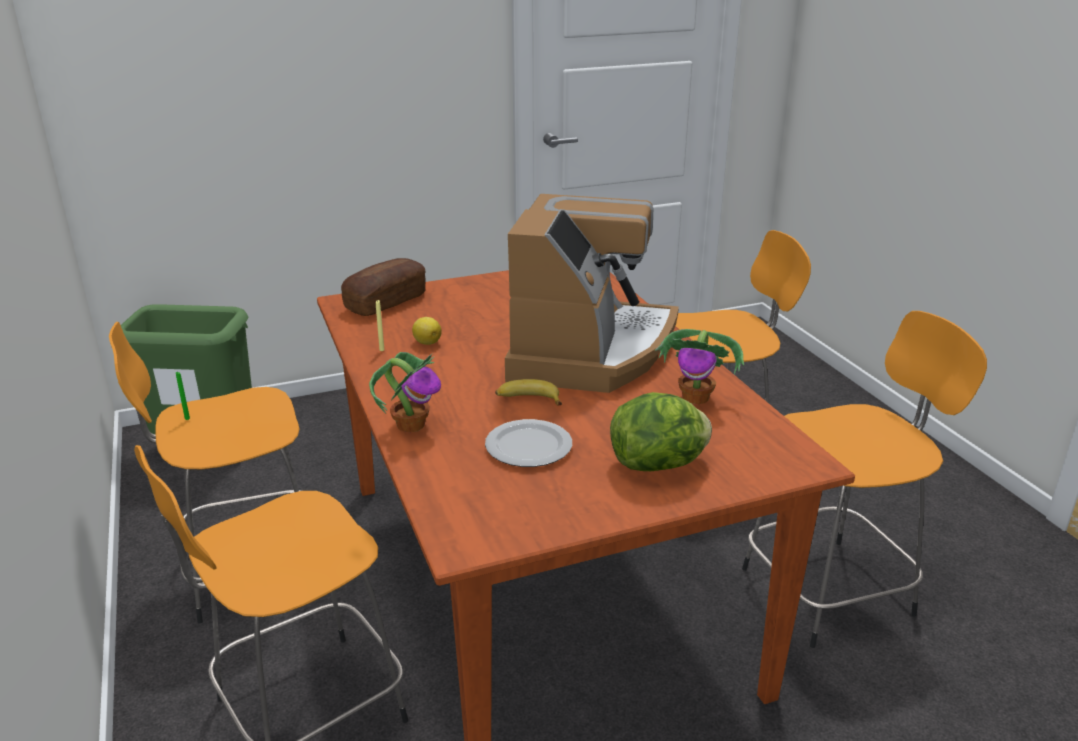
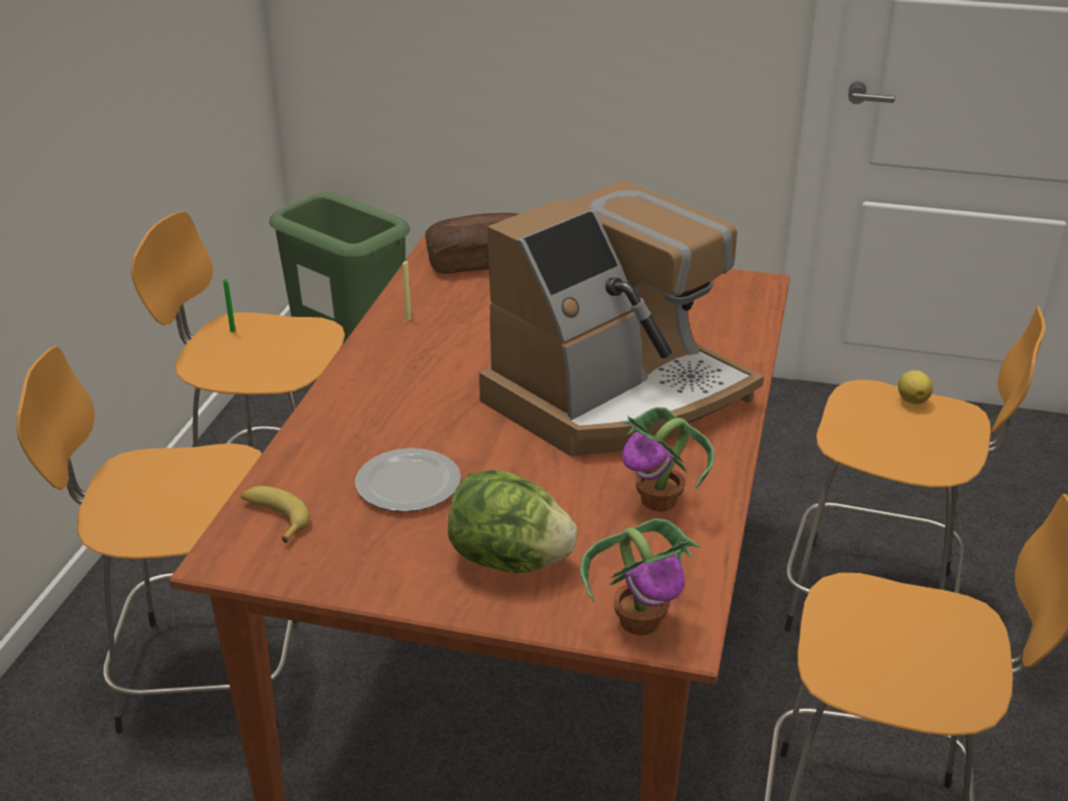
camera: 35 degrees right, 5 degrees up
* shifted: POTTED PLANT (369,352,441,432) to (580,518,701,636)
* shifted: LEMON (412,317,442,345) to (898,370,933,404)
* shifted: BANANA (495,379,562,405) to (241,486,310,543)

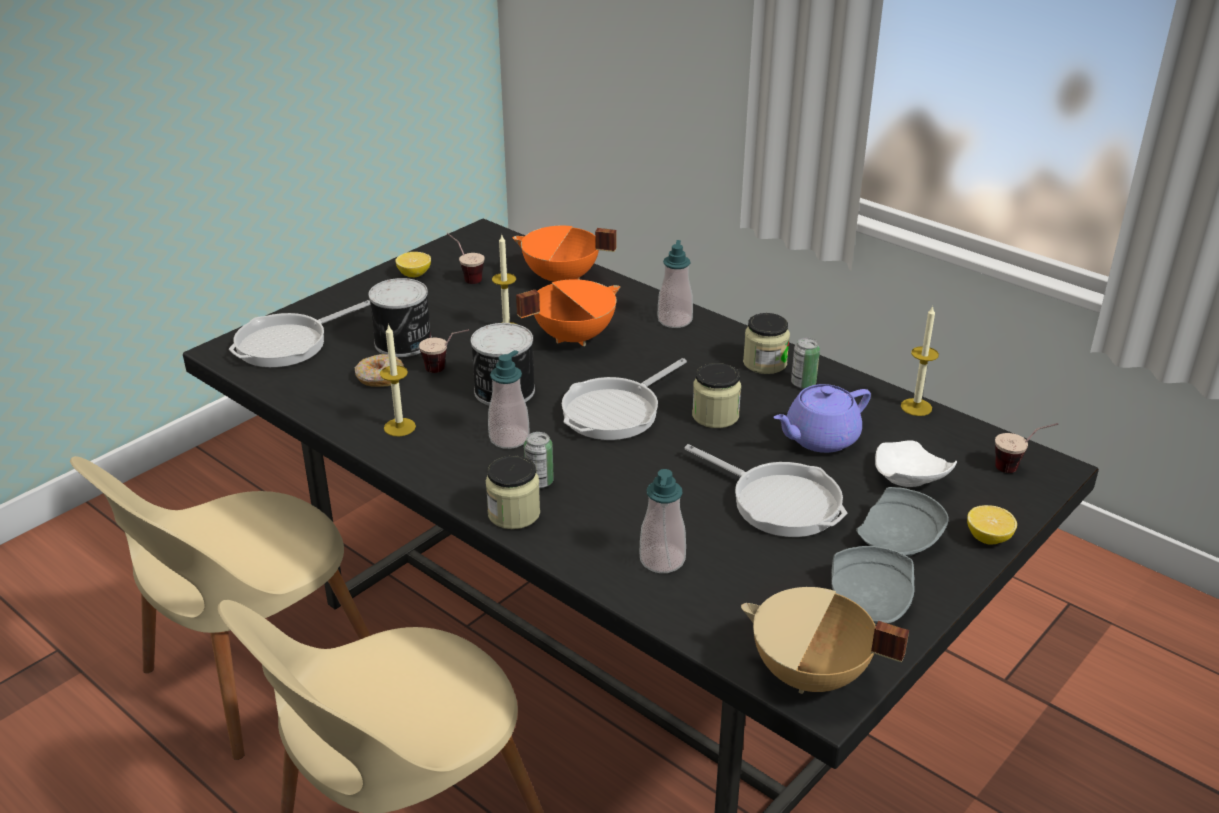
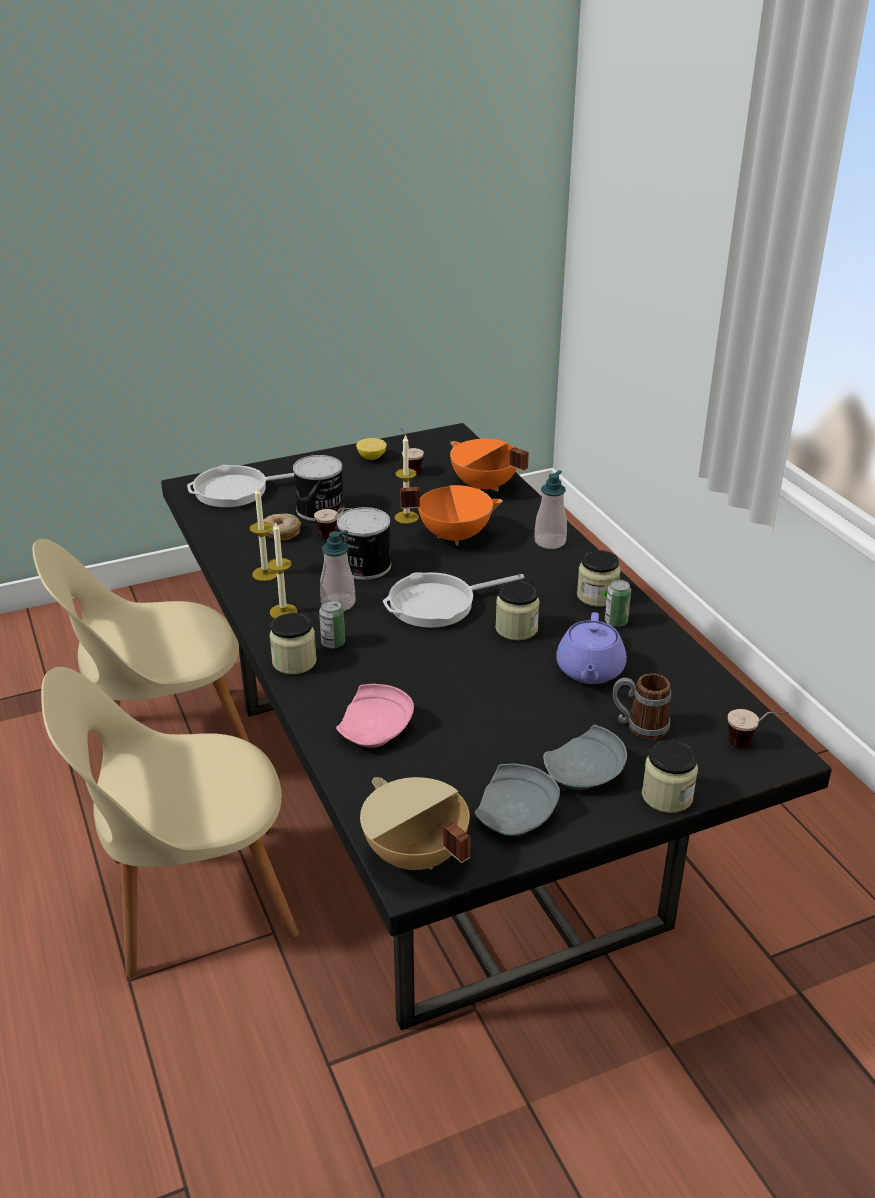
camera: 25 degrees right, 0 degrees up
* swapped: SOAP DISPENSER (640,469,686,573) to PINK PLATE (336,684,414,748)
* gone: FRYING PAN (684,444,847,537)
* rotated: PURPLE TEAPOT (773,384,871,453) = (556,612,627,684) 75 degrees counterclockwise
* swapped: WHITE PLATE (875,440,957,487) to MUG (613,673,671,739)
* shifted: CANDLE (901,306,939,416) to (267,523,297,618)
* swapped: LEMON (967,505,1017,545) to JAR (642,740,698,813)

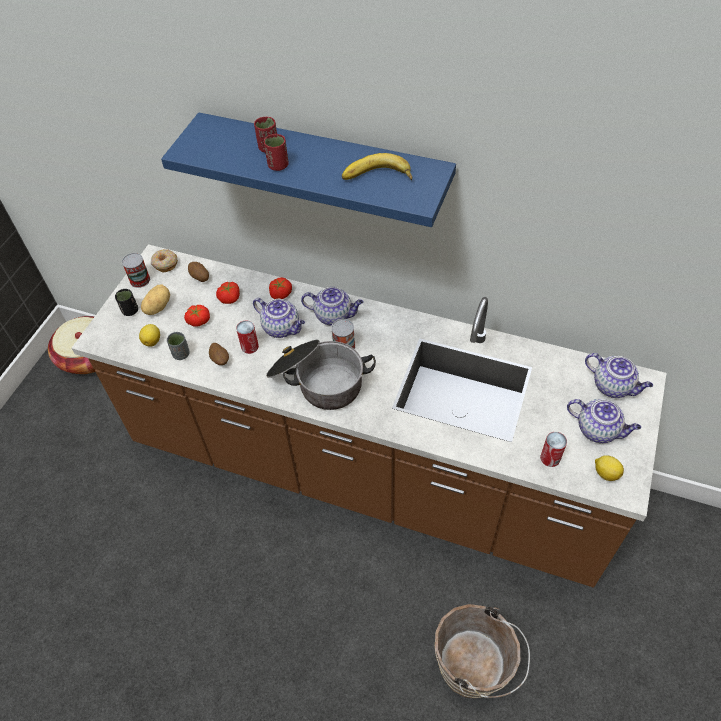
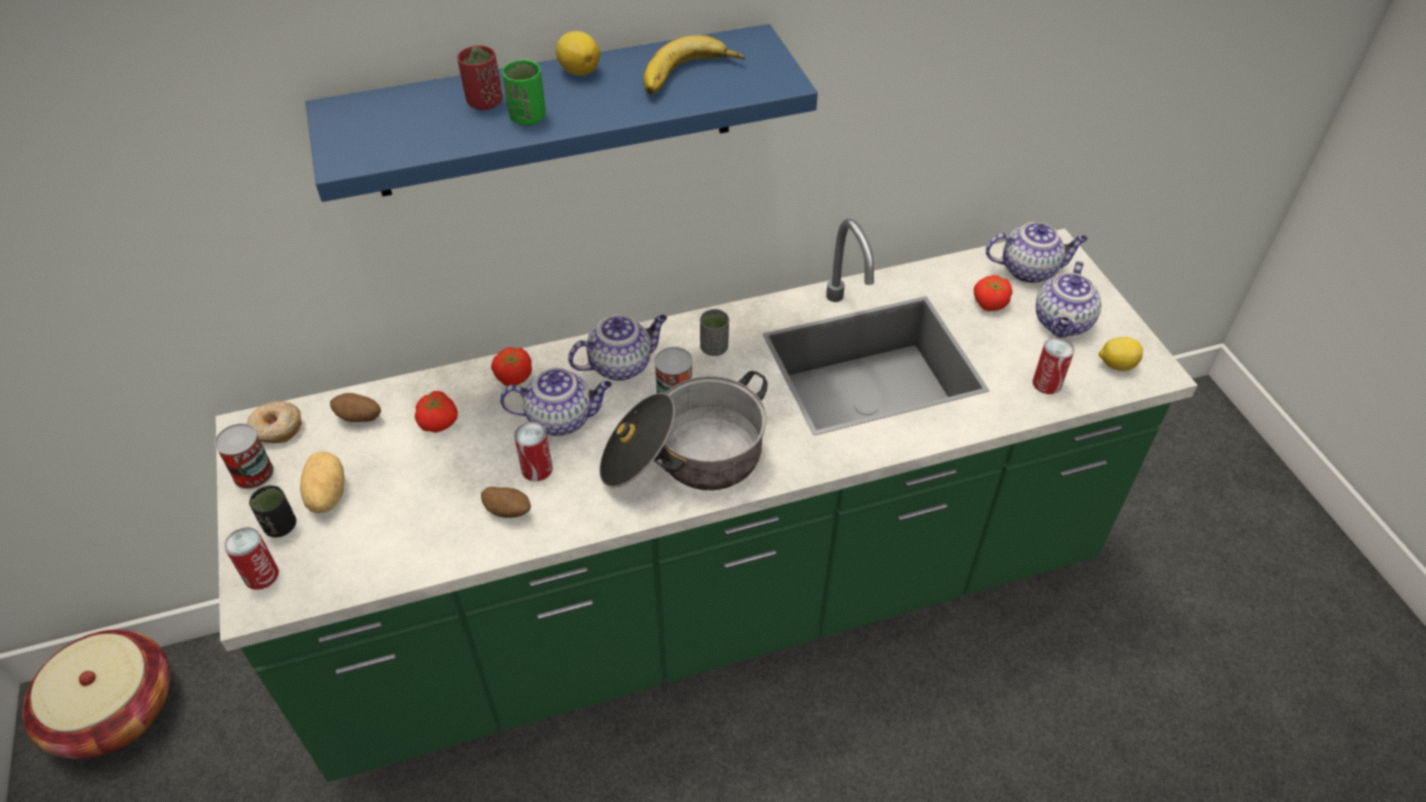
camera: 40 degrees left, 5 degrees down
* repainted: BROWN COUNTER (71,244,666,588) to GREEN COUNTER (216,219,1198,782)
* shifted: LEMON (139,324,160,347) to (556,31,600,76)
* shifted: GREY CUP (167,332,190,360) to (700,309,729,356)
* shifted: TOMATO (184,305,210,327) to (974,275,1012,311)
* repainted: RED CUP (264,134,289,171) to GREEN CUP (502,60,546,126)
* gone: BROWN BUCKET (435,604,530,699)
* rotated: TEAPOT (567,399,641,443) = (1036,261,1102,338) 120 degrees clockwise
* new: CAN (224,527,279,590)

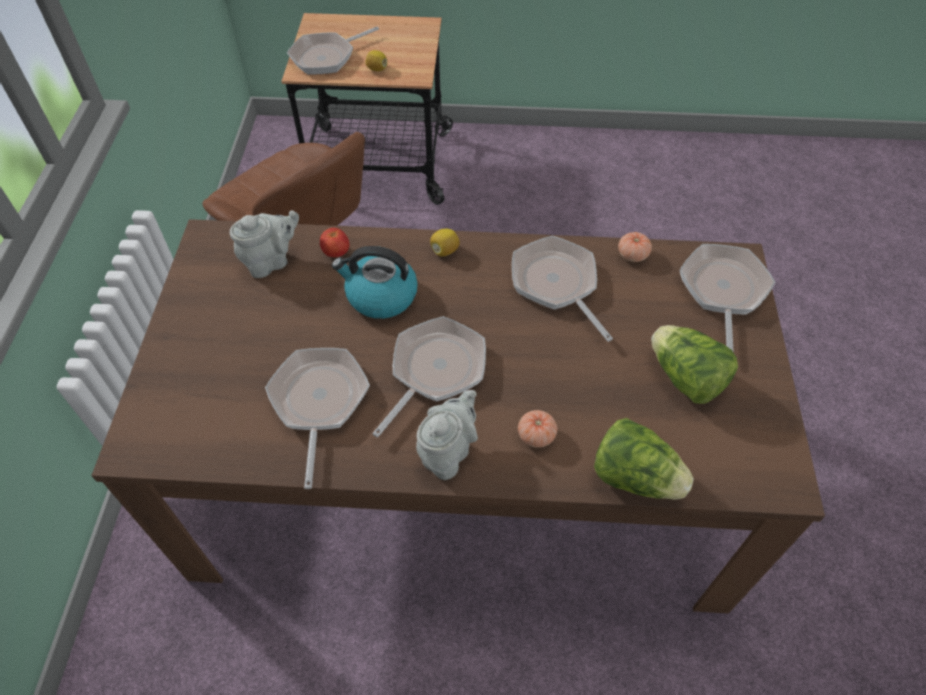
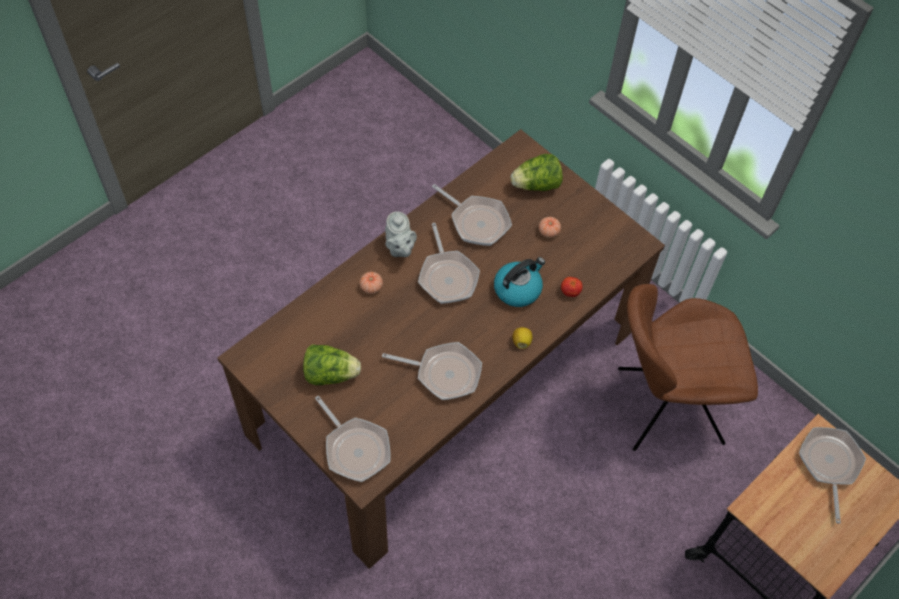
camera: 130 degrees right, 5 degrees up
* gone: GREY TEAPOT (230,210,299,278)
* gone: LEMON (365,50,387,71)
* shifted: LETTUCE (594,418,694,500) to (510,154,563,191)
* shifted: TOMATO (618,232,652,262) to (539,217,561,238)

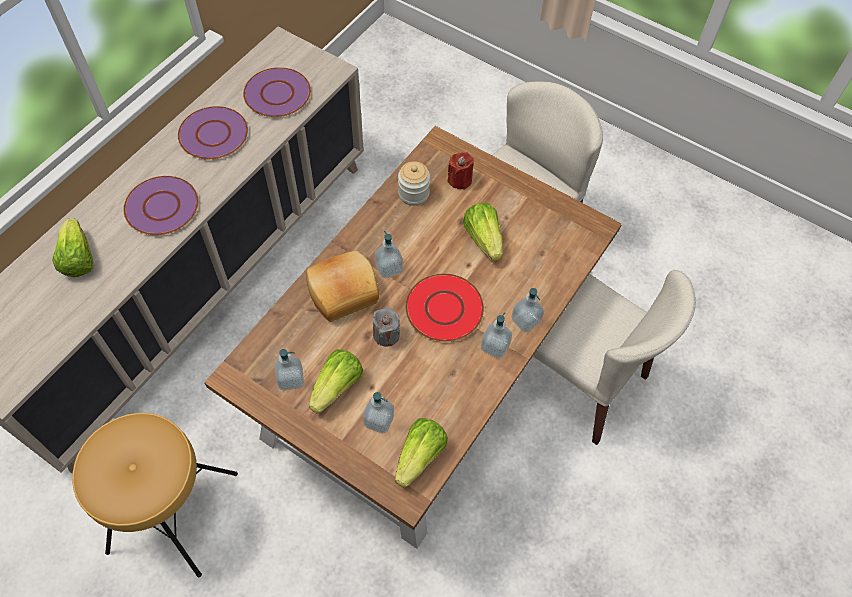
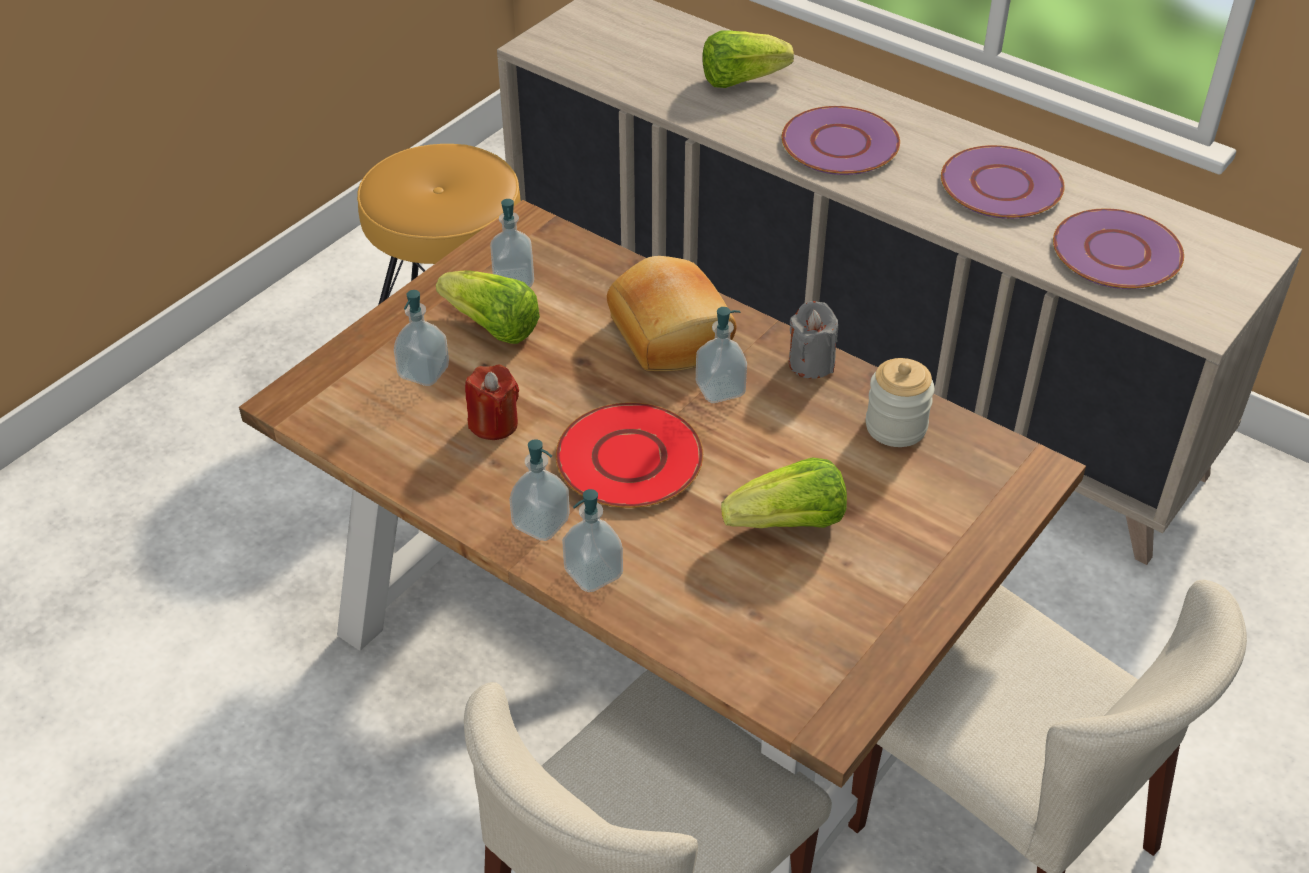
camera: 95 degrees right, 15 degrees down
* shifted: GREY CANDLE (373,308,400,347) to (789,301,838,379)
* gone: LETTUCE (395,418,448,488)
* shifted: RED CANDLE (447,152,474,190) to (465,364,519,440)

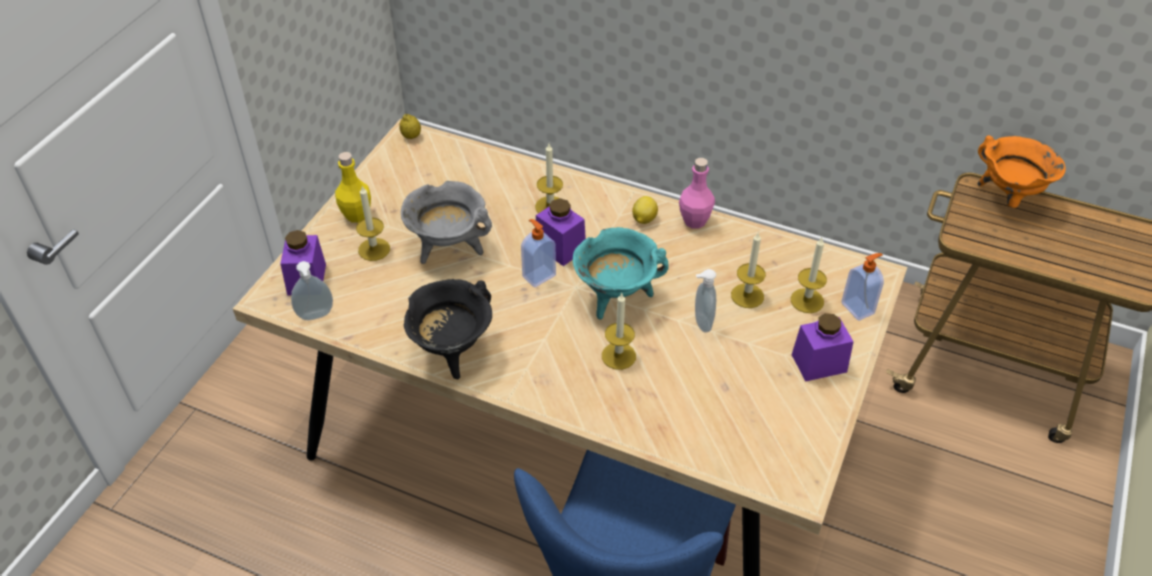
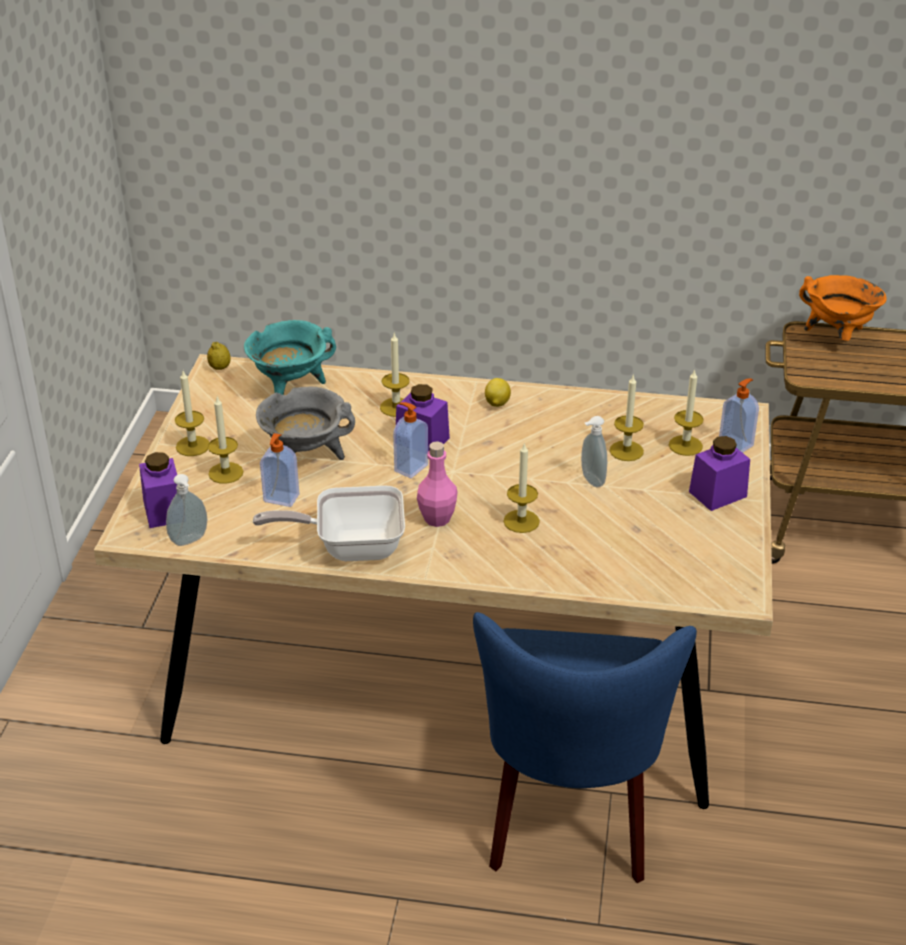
camera: 15 degrees left, 10 degrees down
* swapped: YELLOW BOTTLE (335,152,371,223) to CANDLE (175,371,209,456)
* swapped: BLACK COOKING POT (404,279,492,379) to FRYING PAN (253,485,405,561)
* shifted: TURQUOISE COOKING POT (573,227,669,320) to (244,320,336,395)
* shifted: PINK BOTTLE (679,158,715,229) to (417,441,457,527)
* new: SOAP DISPENSER (260,433,300,507)

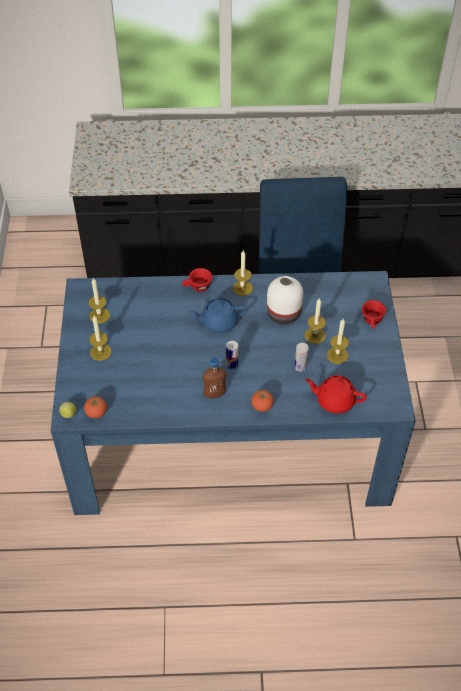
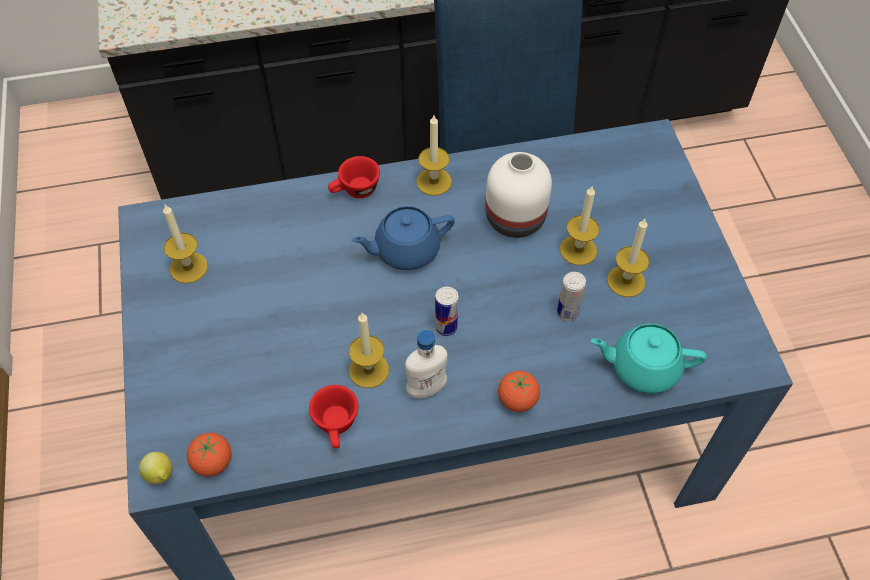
camera: 10 degrees left, 5 degrees up
* shifted: CANDLE (89,315,112,361) to (349,313,389,388)
* repainted: BROWN BOTTLE (203,357,226,398) to WHITE BOTTLE (405,330,447,399)
* repainted: RED TEAPOT (305,375,367,413) to TURQUOISE TEAPOT (591,324,707,393)
* shifted: RED CUP (362,300,386,328) to (309,385,358,448)

